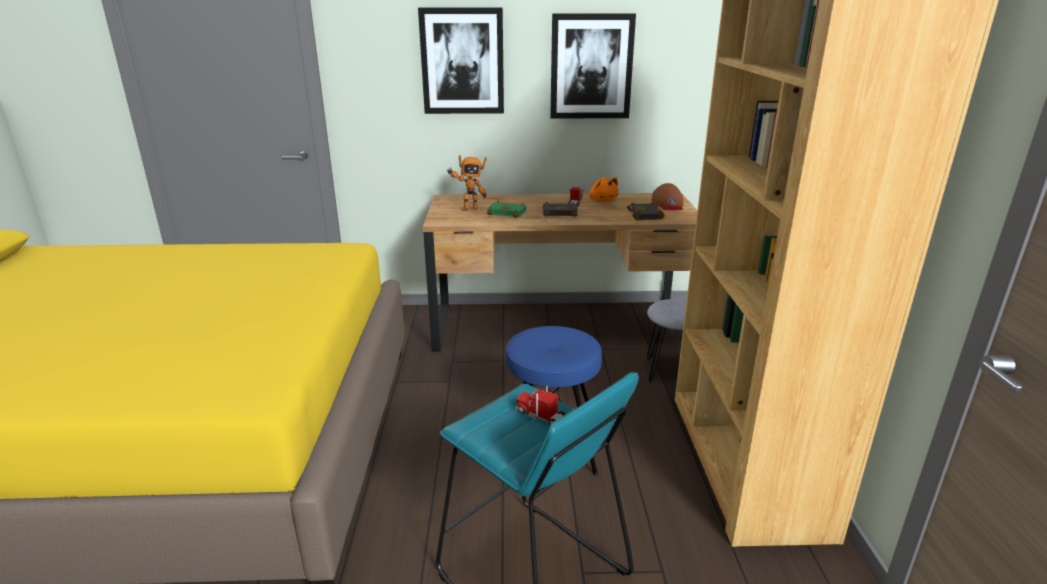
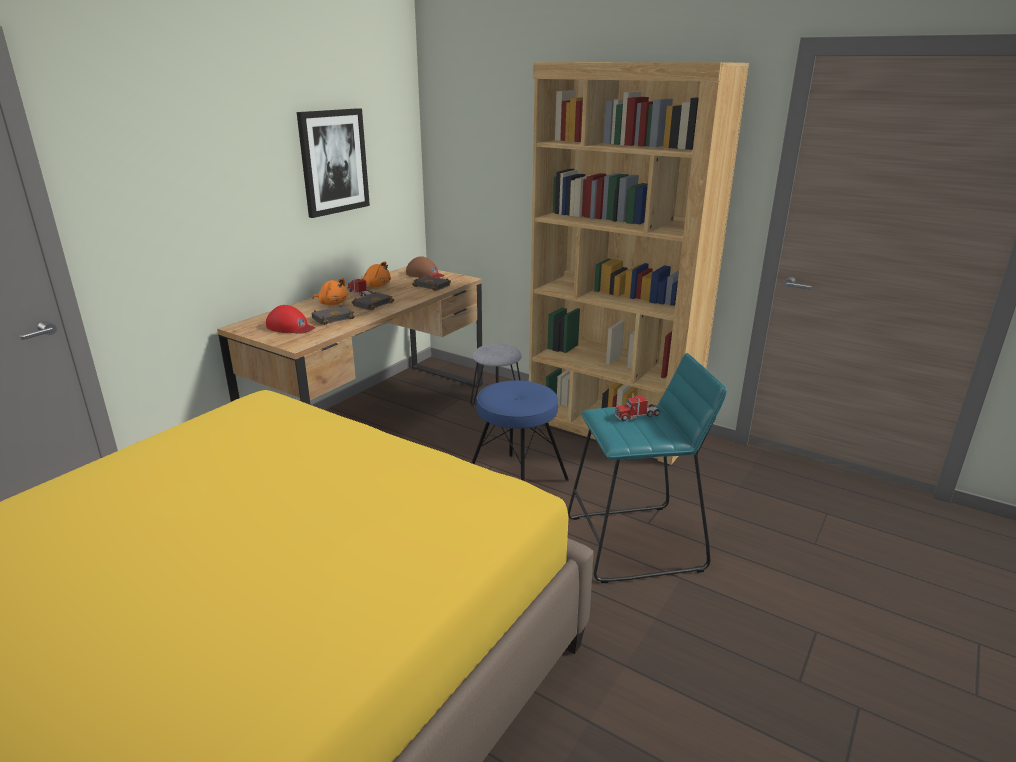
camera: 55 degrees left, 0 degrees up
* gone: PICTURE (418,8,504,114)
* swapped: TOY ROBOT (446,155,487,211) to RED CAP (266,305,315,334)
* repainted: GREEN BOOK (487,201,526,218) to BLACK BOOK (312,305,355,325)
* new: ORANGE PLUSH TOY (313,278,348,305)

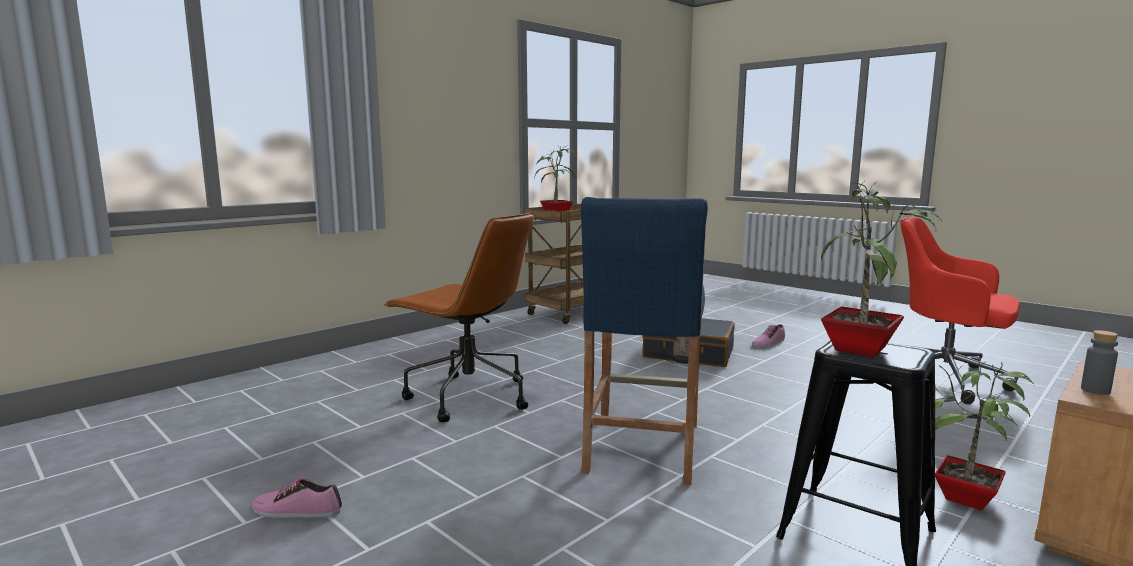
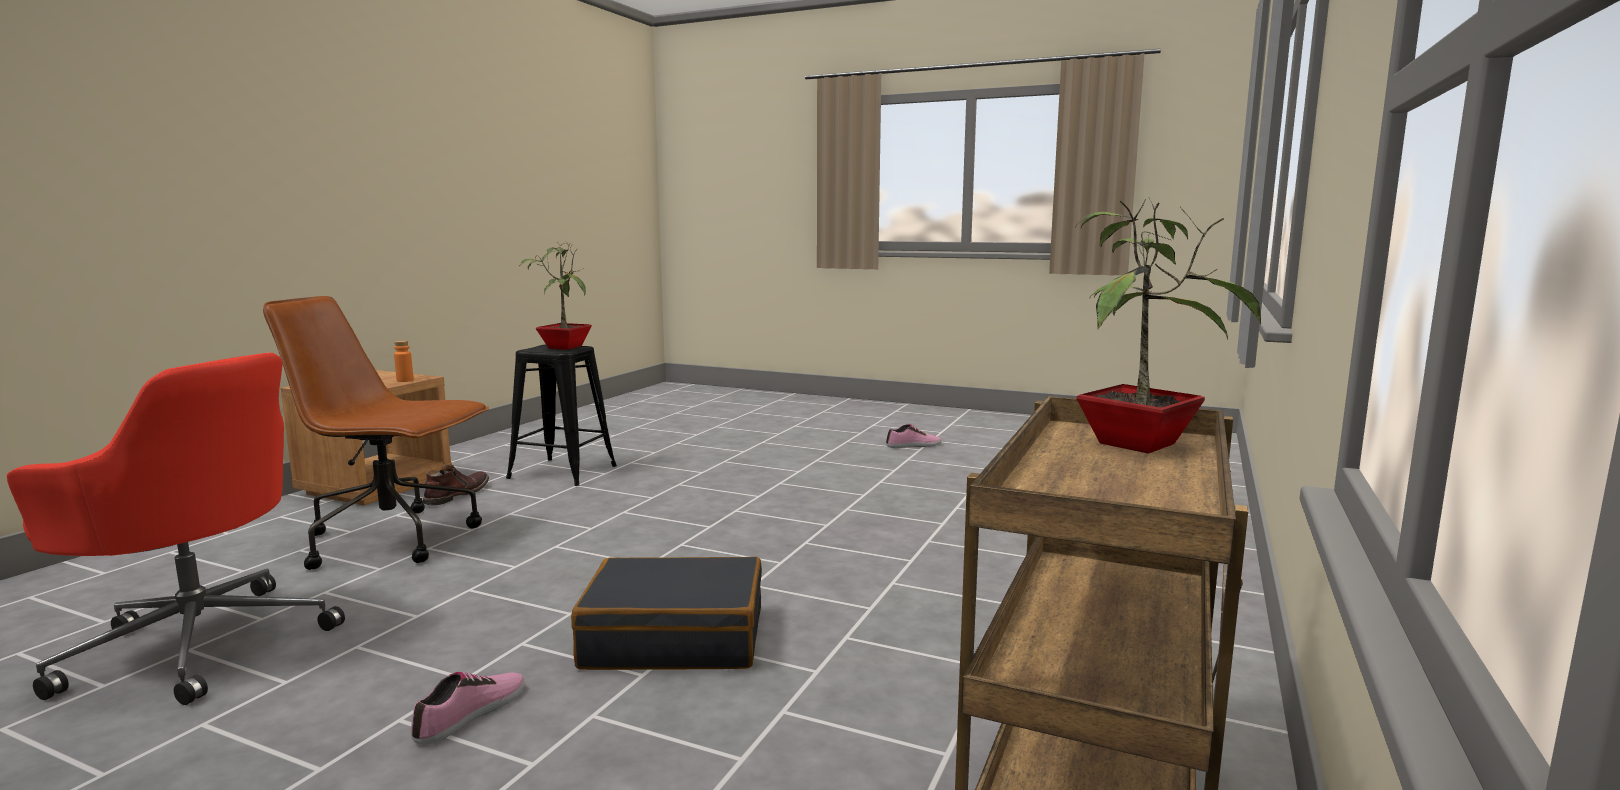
camera: 160 degrees right, 0 degrees up
* shifted: BROWN OFFICE CHAIR (384,212,534,422) to (263,296,489,570)
* gone: BLUE STOOL (581,197,708,485)
* swapped: POTTED PLANT (935,361,1034,510) to BROWN BOOT (423,464,489,506)
* repainted: GREY BOTTLE (1081,330,1118,395) to ORANGE BOTTLE (394,340,414,382)

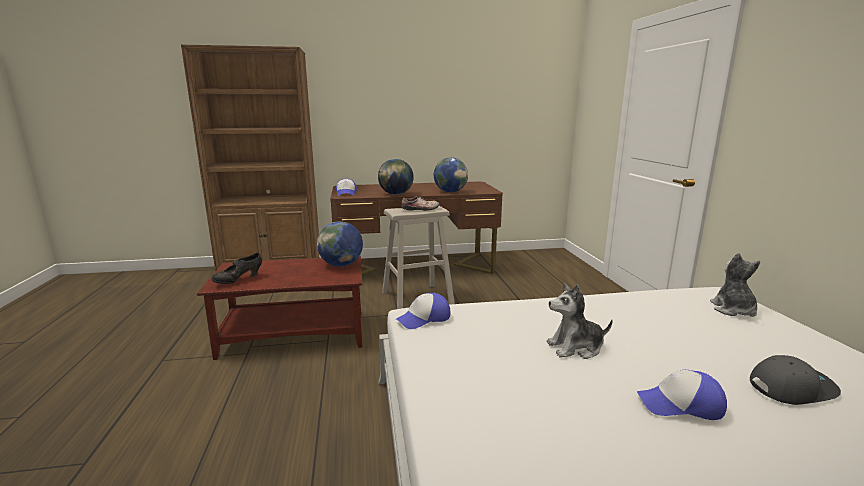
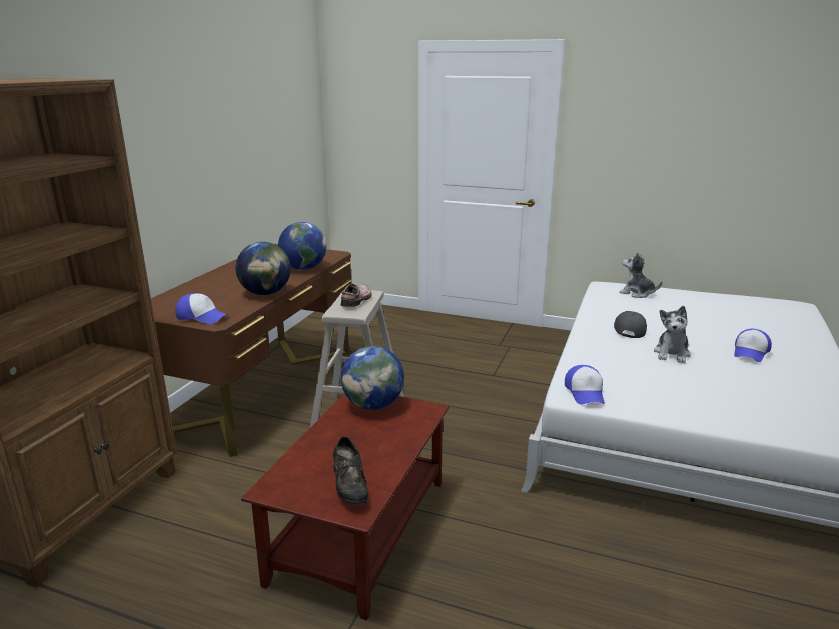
camera: 60 degrees left, 5 degrees up
* shifted: GREY CAP (750,355,841,405) to (614,311,647,338)

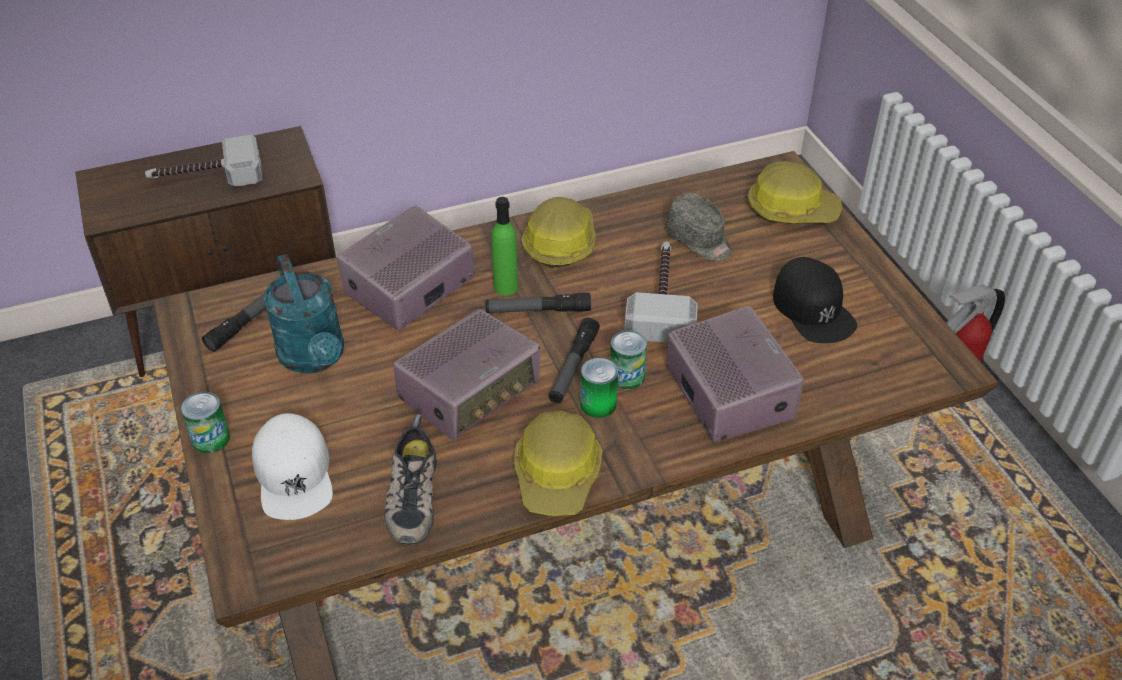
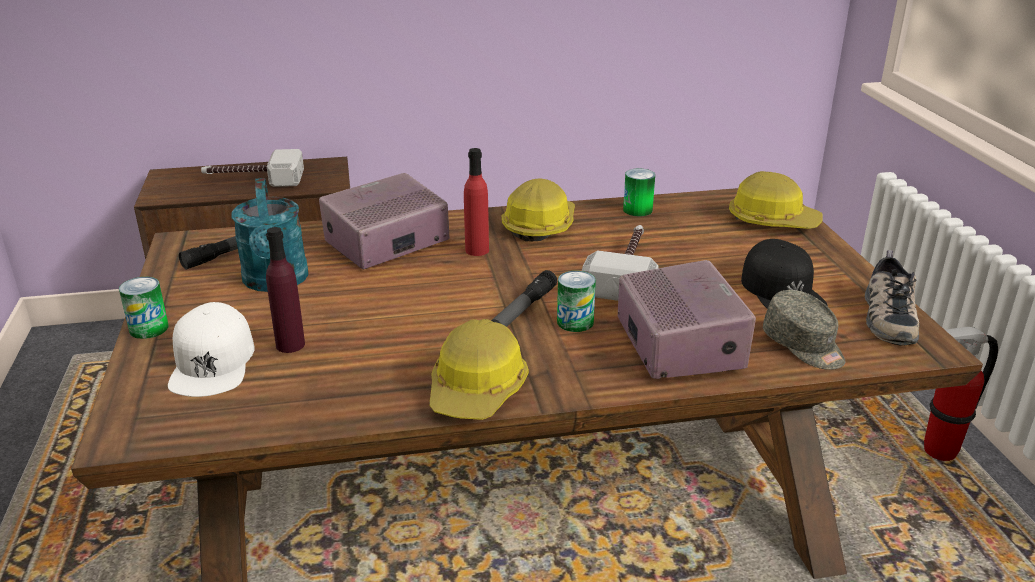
camera: 10 degrees right, 15 degrees down
* shifted: SHOE (384,414,437,545) to (865,250,920,346)
* gone: RADIO (393,309,541,441)
* gone: FLASHLIGHT (485,293,591,313)
* repainted: GREEN BOTTLE (491,197,518,296) to RED BOTTLE (464,148,489,256)
* shifted: CAN (580,358,618,418) to (623,168,655,216)
* shifted: GREY CAP (666,193,732,260) to (763,290,845,370)
* new: PURPLE BOTTLE (266,227,305,353)

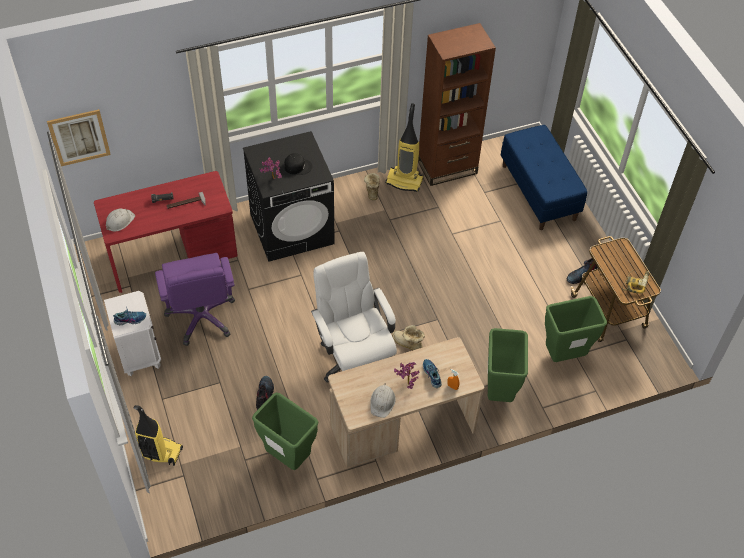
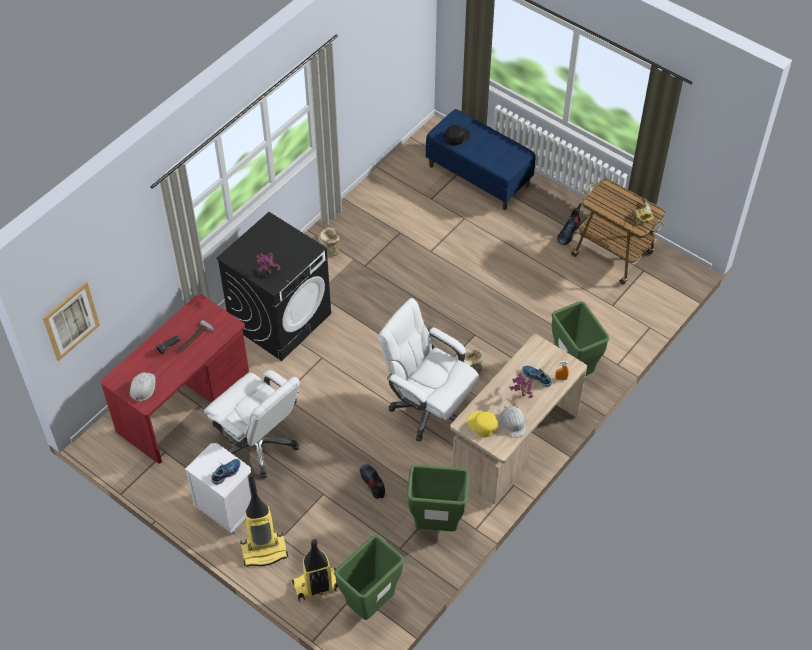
camera: 30 degrees left, 0 degrees up
* repainted: PURPLE OFFICE CHAIR (155,253,235,346) to WHITE OFFICE CHAIR (204,370,300,479)
* shifted: BLACK CAP (284,153,313,175) to (444,125,471,146)
* shifted: VACUUM CLEANER (385,103,424,192) to (240,475,288,567)
* gone: BROWN BOOKCASE (418,23,496,186)
* shifted: GREEN TRASH CAN (545,296,607,362) to (334,535,404,620)
* new: YELLOW CAP (467,411,498,437)

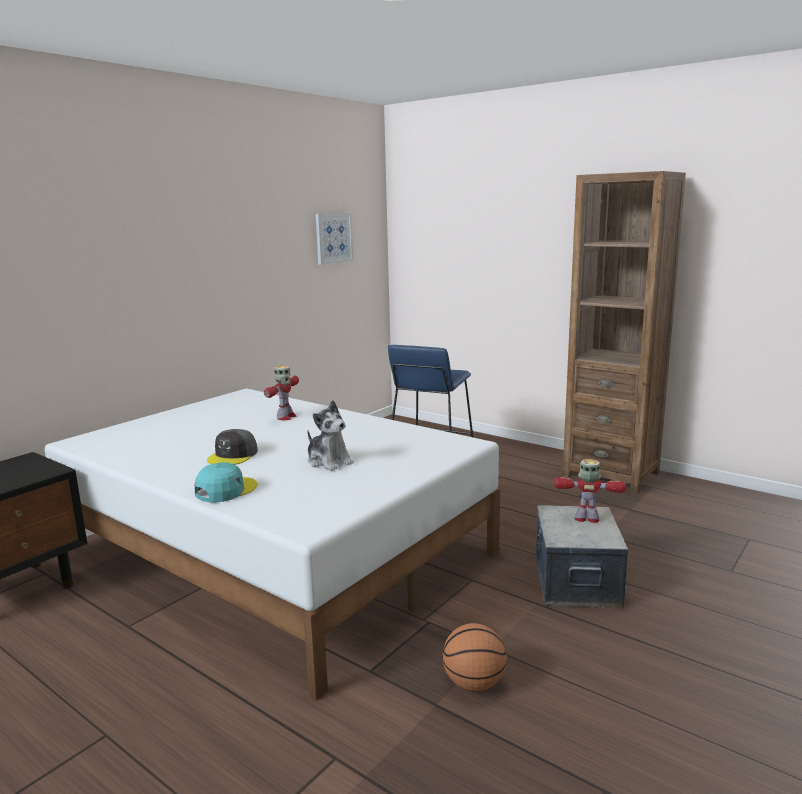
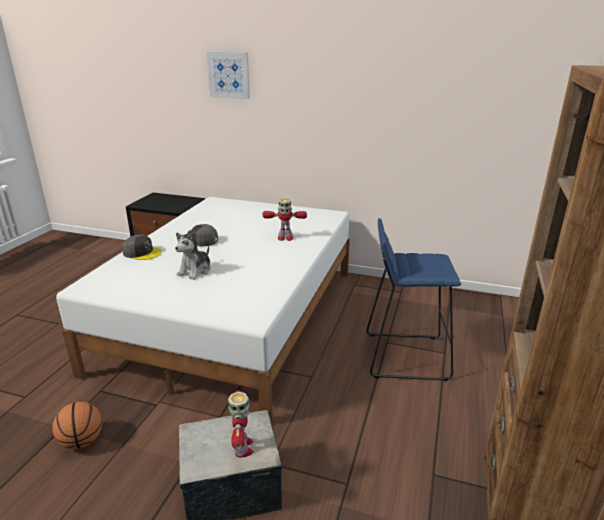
camera: 70 degrees right, 10 degrees up
* repainted: TURQUOISE CAP (194,462,257,503) to GREY CAP (122,234,162,260)
* shifted: PICTURE (316,213,354,265) to (207,52,250,99)

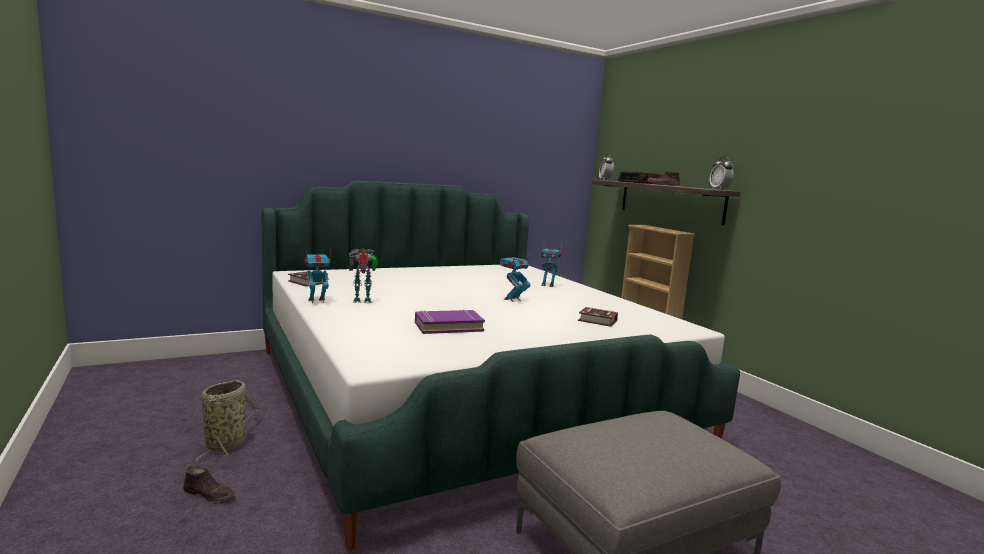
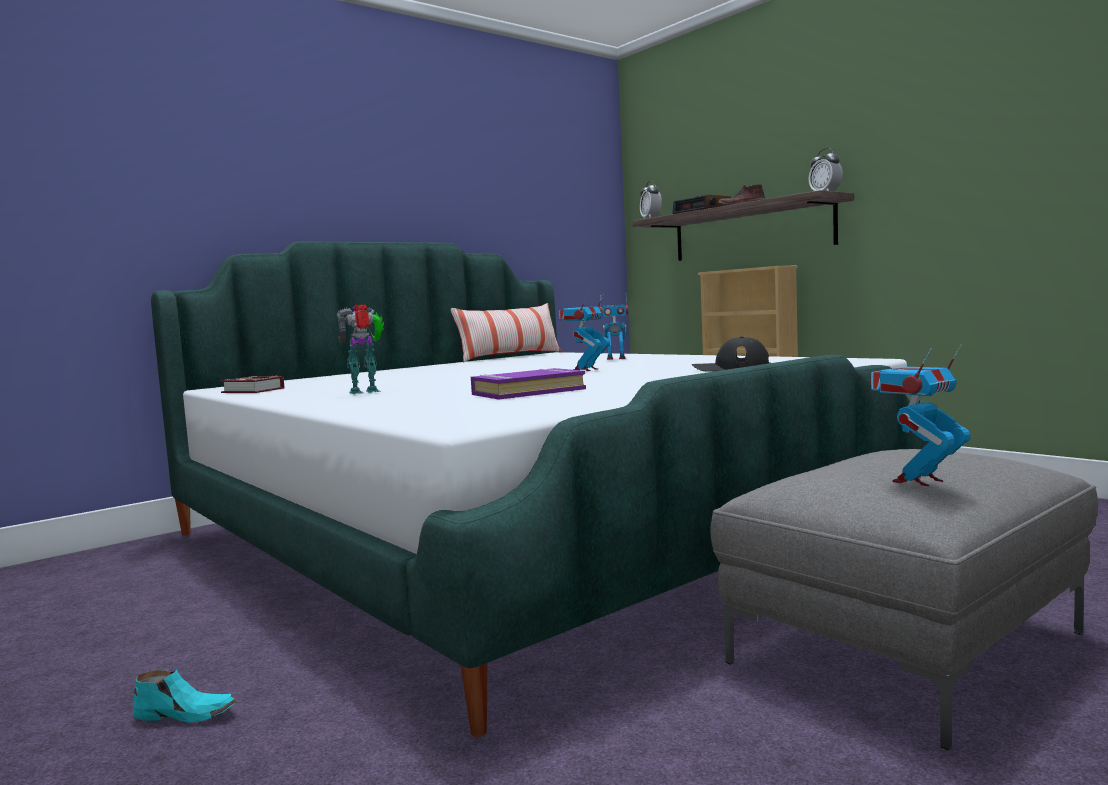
camera: 10 degrees left, 5 degrees down
* repainted: BROWN SHOE (183,466,236,502) to TURQUOISE SHOE (133,670,237,723)
* gone: BASKET (196,380,260,462)
* shifted: TOY ROBOT (305,249,331,303) to (870,344,971,486)
* swapped: BOOK (578,307,618,327) to BLACK CAP (692,337,770,371)
* new: PILLOW (451,303,561,362)

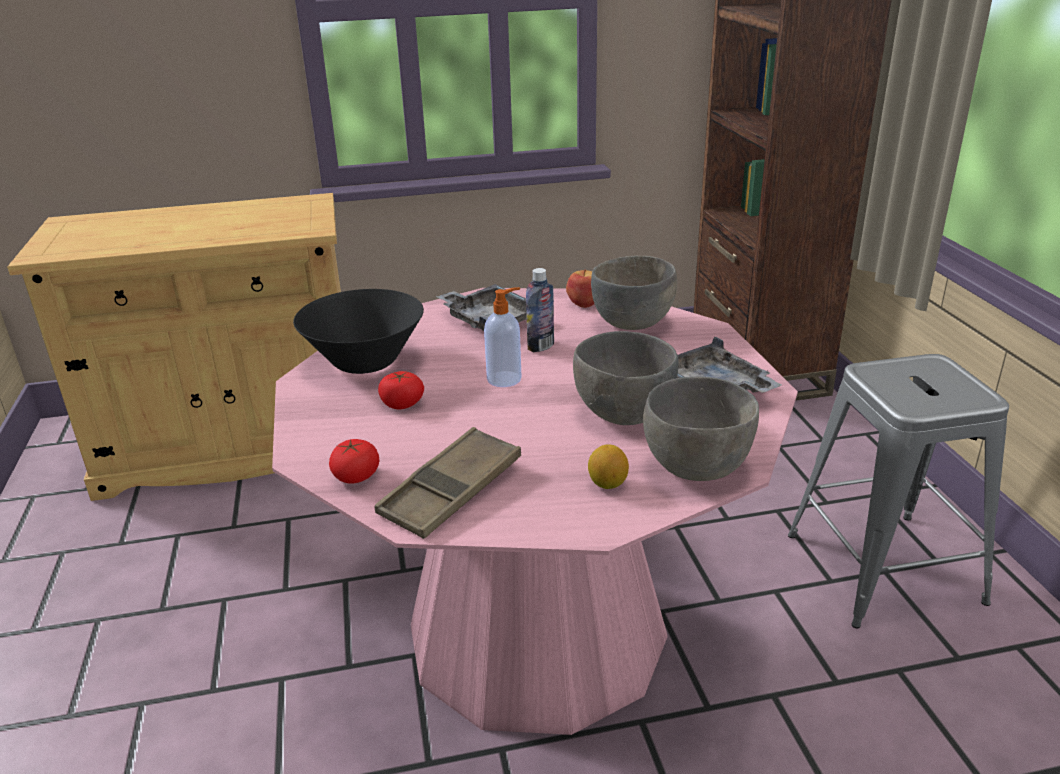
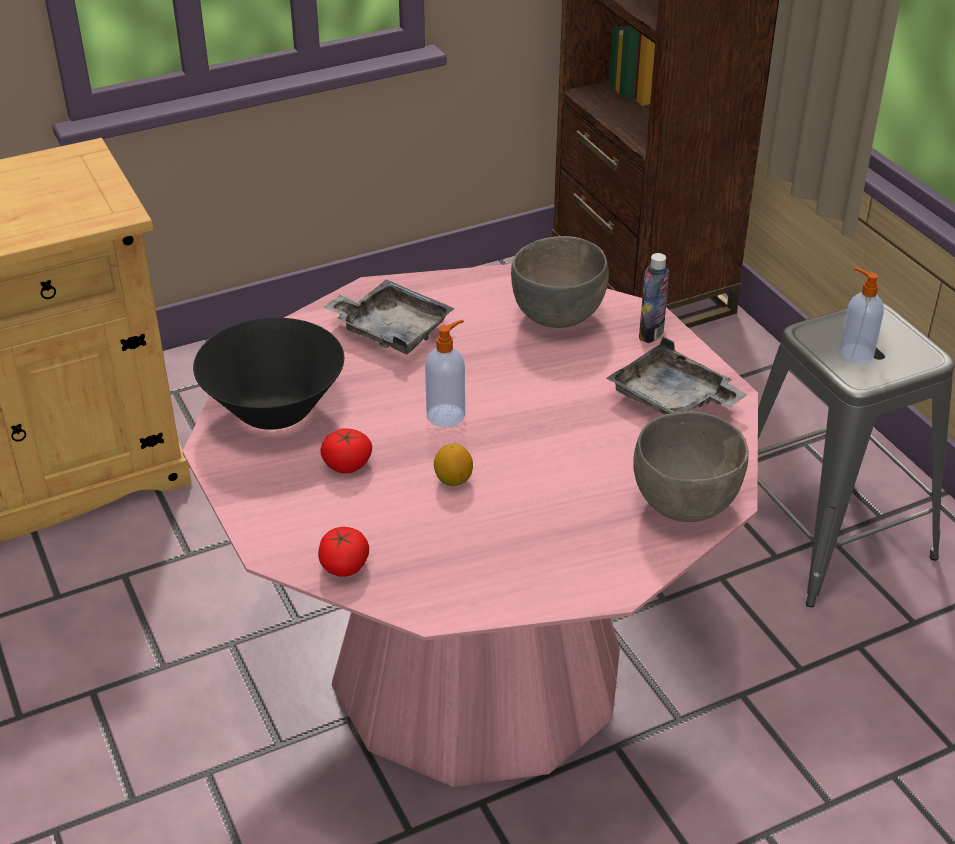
camera: 15 degrees left, 10 degrees up
* gone: BROWN TRAY (374,427,521,539)
* shifted: BOTTLE (526,268,554,352) to (639,253,670,343)
* gone: APPLE (566,270,594,308)
* gone: GREY BOWL (573,331,679,425)
* shifted: LEMON (588,444,629,489) to (434,443,473,486)
* new: SOAP DISPENSER (840,268,884,364)

